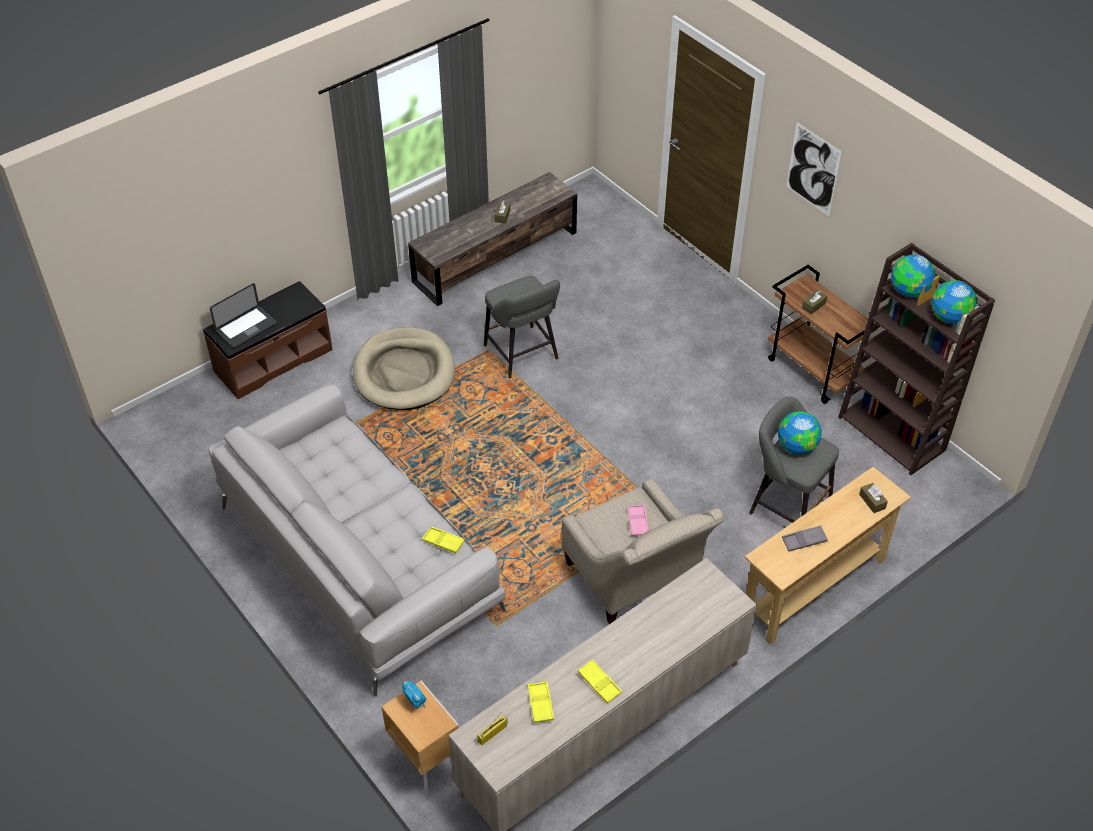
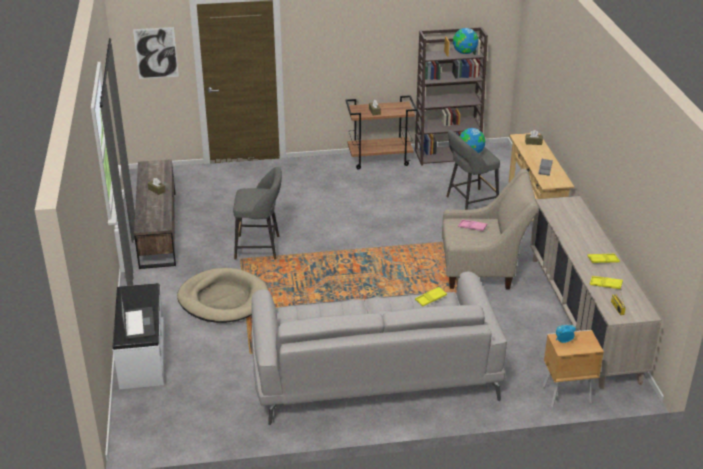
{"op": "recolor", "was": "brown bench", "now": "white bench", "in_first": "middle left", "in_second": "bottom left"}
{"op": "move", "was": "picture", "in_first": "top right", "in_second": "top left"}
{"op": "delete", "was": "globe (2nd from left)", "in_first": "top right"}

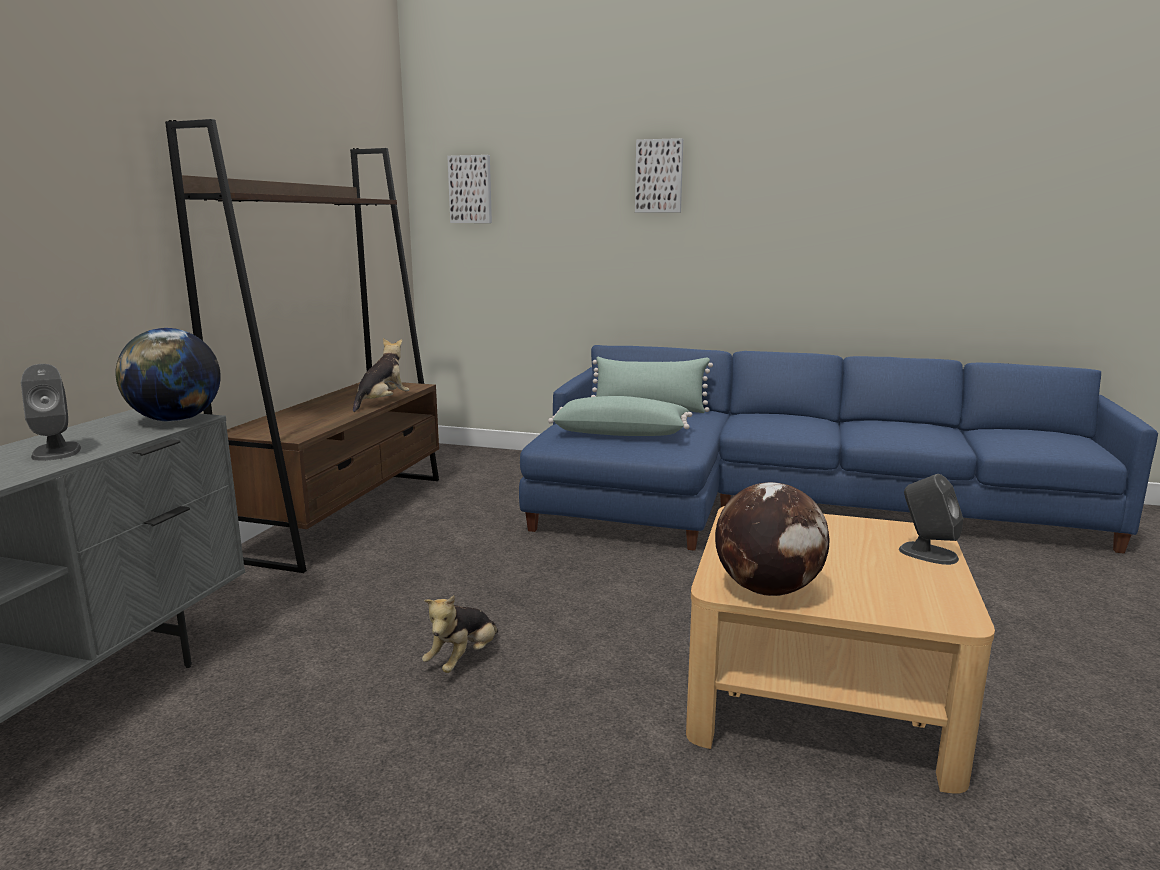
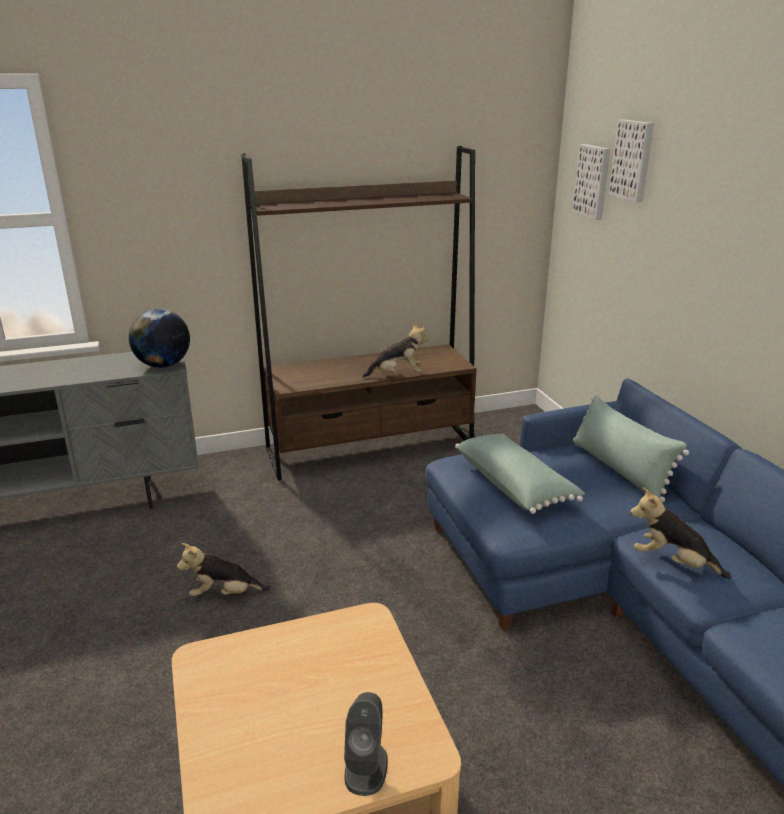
{"op": "move", "was": "picture (2nd from left)", "in_first": "top centre", "in_second": "top right"}
{"op": "insert", "now": "plush toy (3rd from left)", "in_second": "middle right"}
{"op": "delete", "was": "grey speaker (1st from left)", "in_first": "middle left"}
{"op": "delete", "was": "globe (2nd from left)", "in_first": "centre"}

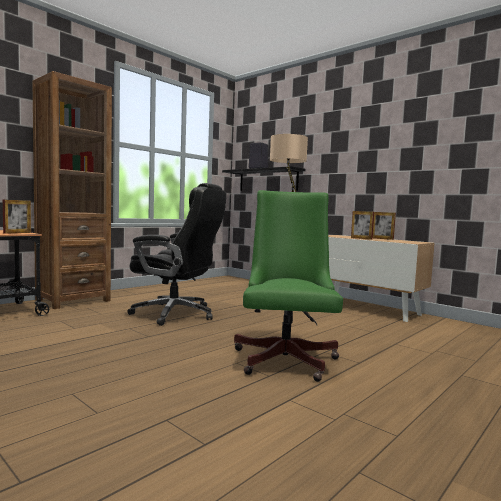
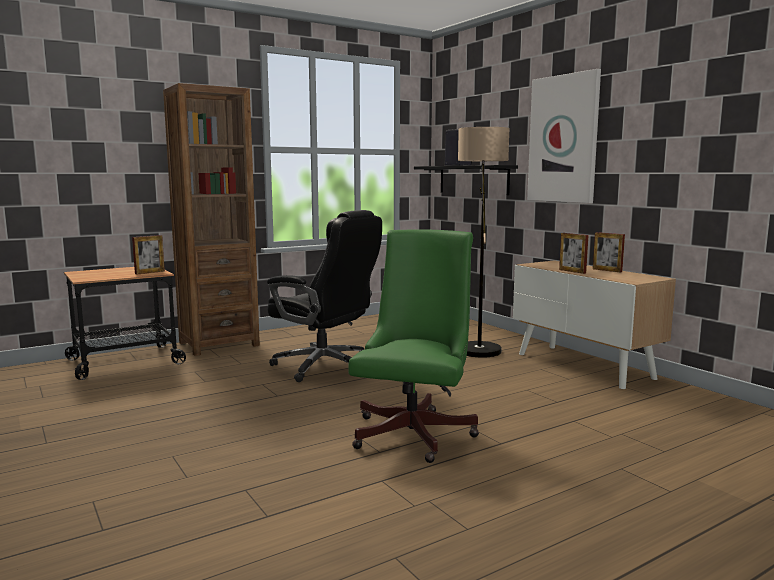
{"op": "insert", "now": "picture", "in_second": "top right"}

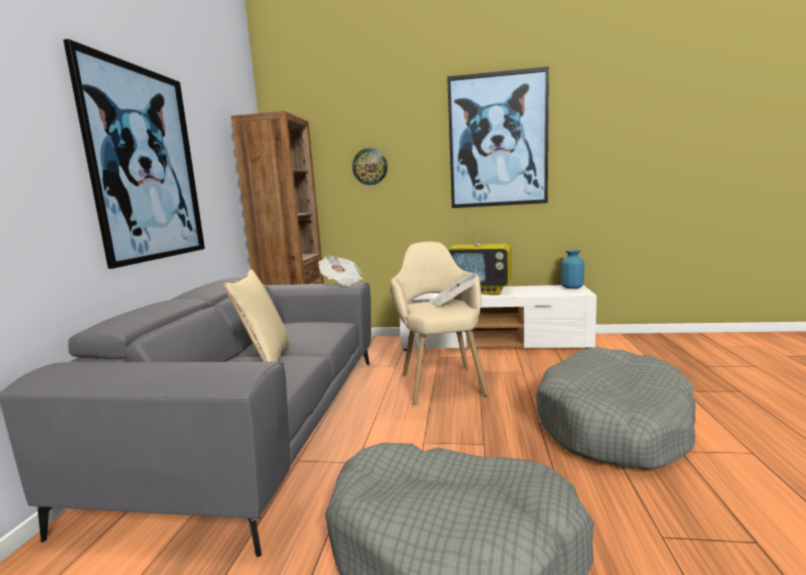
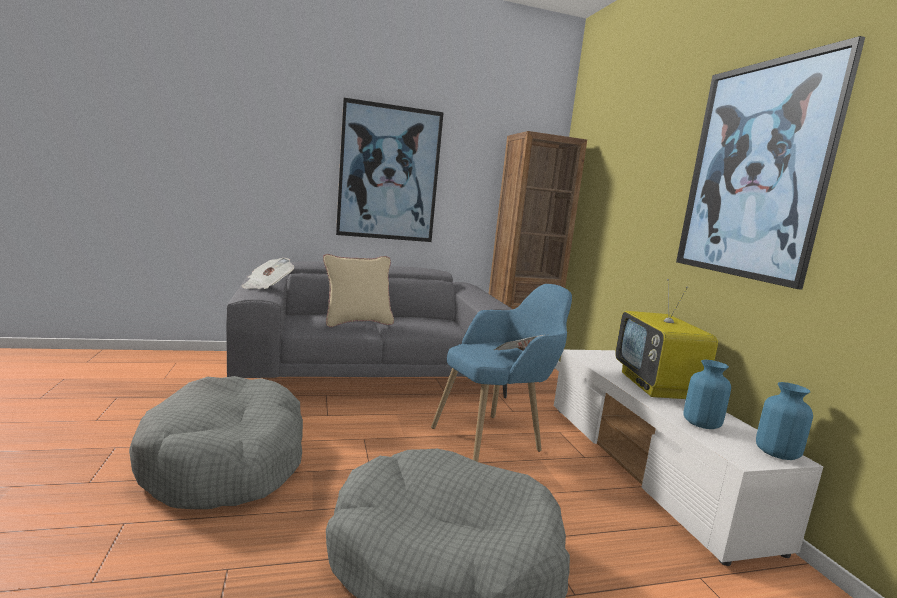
{"op": "move", "was": "newspaper (1st from left)", "in_first": "centre", "in_second": "middle left"}
{"op": "recolor", "was": "beige armchair", "now": "blue armchair", "in_first": "centre", "in_second": "centre"}
{"op": "insert", "now": "blue vase (1st from left)", "in_second": "middle right"}
{"op": "delete", "was": "wall clock", "in_first": "top centre"}

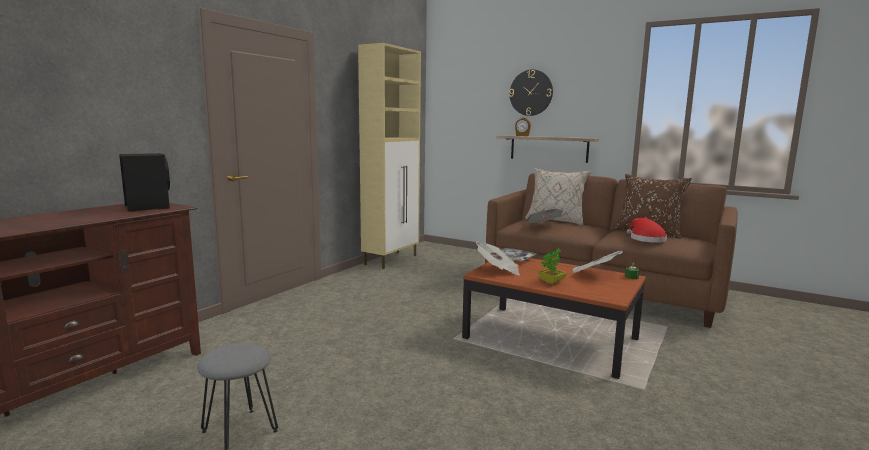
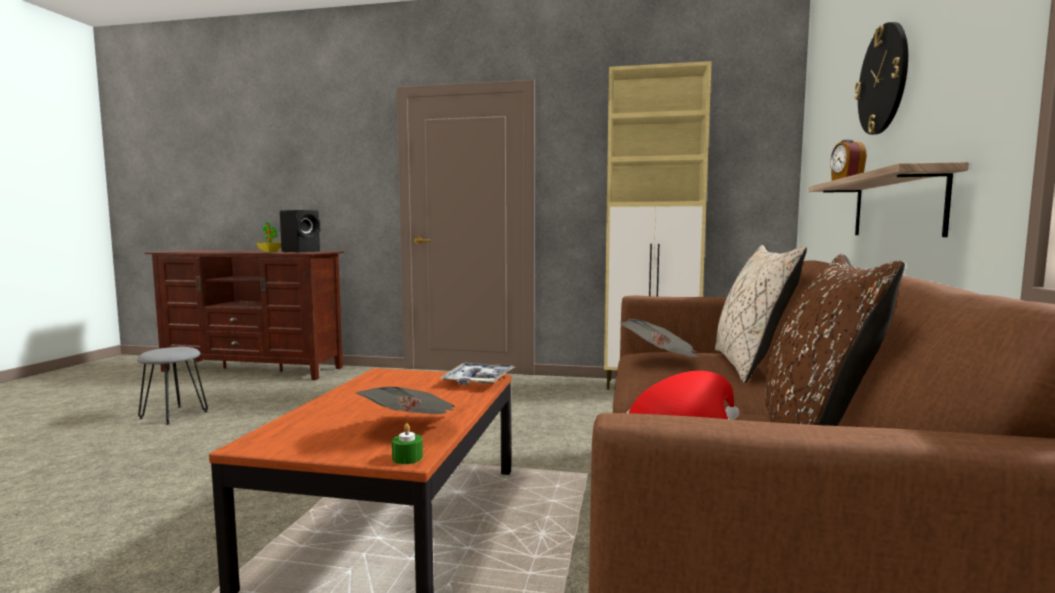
{"op": "move", "was": "potted plant", "in_first": "centre", "in_second": "middle left"}
{"op": "delete", "was": "newspaper (1st from left)", "in_first": "centre"}

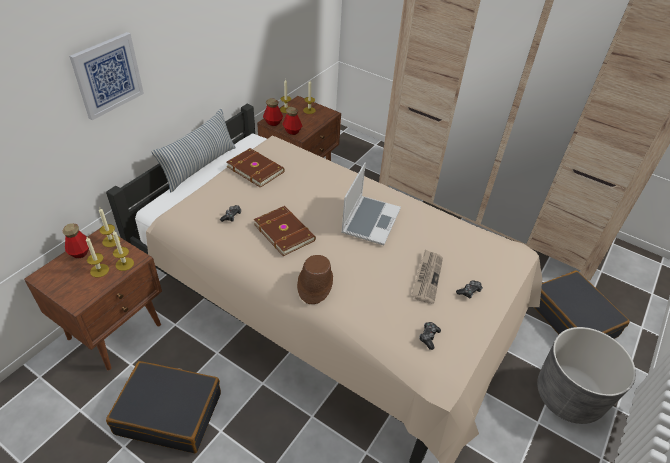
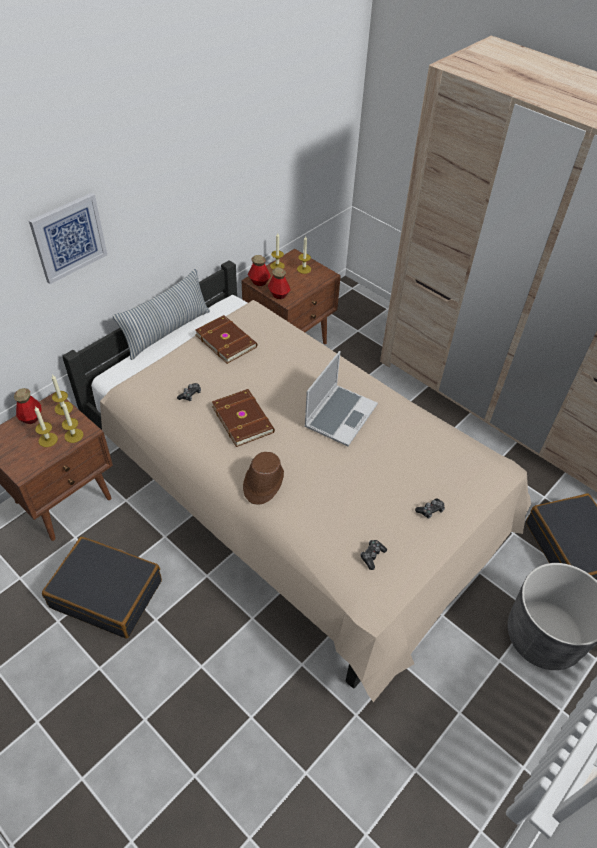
{"op": "delete", "was": "newspaper", "in_first": "centre"}

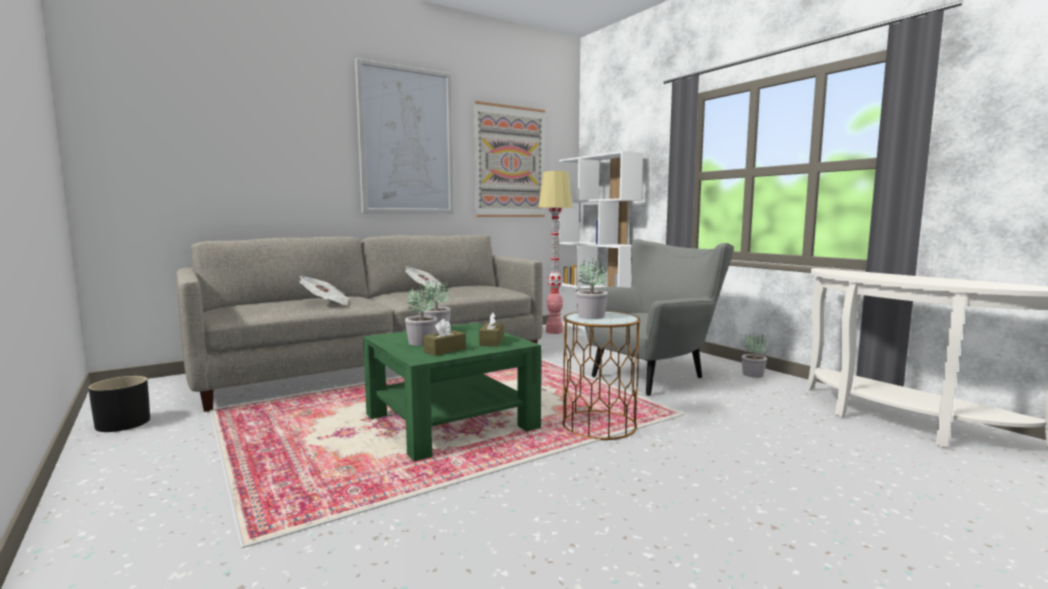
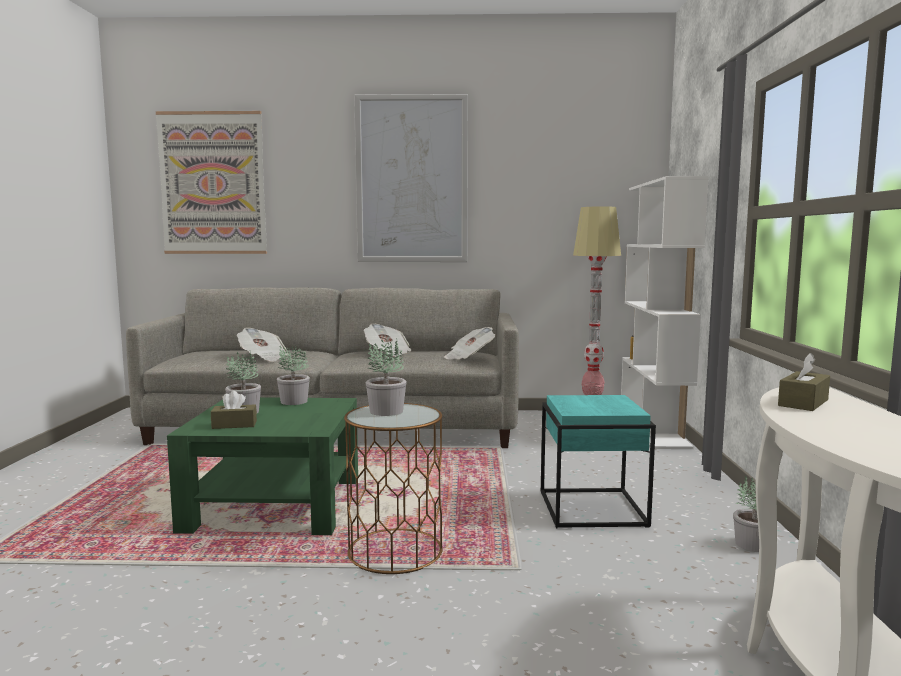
{"op": "move", "was": "picture (2nd from left in the first image)", "now": "picture (1st from left)", "in_first": "top centre", "in_second": "top left"}
{"op": "insert", "now": "newspaper (3rd from left)", "in_second": "centre"}
{"op": "replace", "was": "grey armchair", "now": "turquoise side table", "in_first": "centre", "in_second": "bottom centre"}
{"op": "move", "was": "brown tissue box (2nd from left)", "in_first": "centre", "in_second": "middle right"}
{"op": "delete", "was": "black planter", "in_first": "bottom left"}

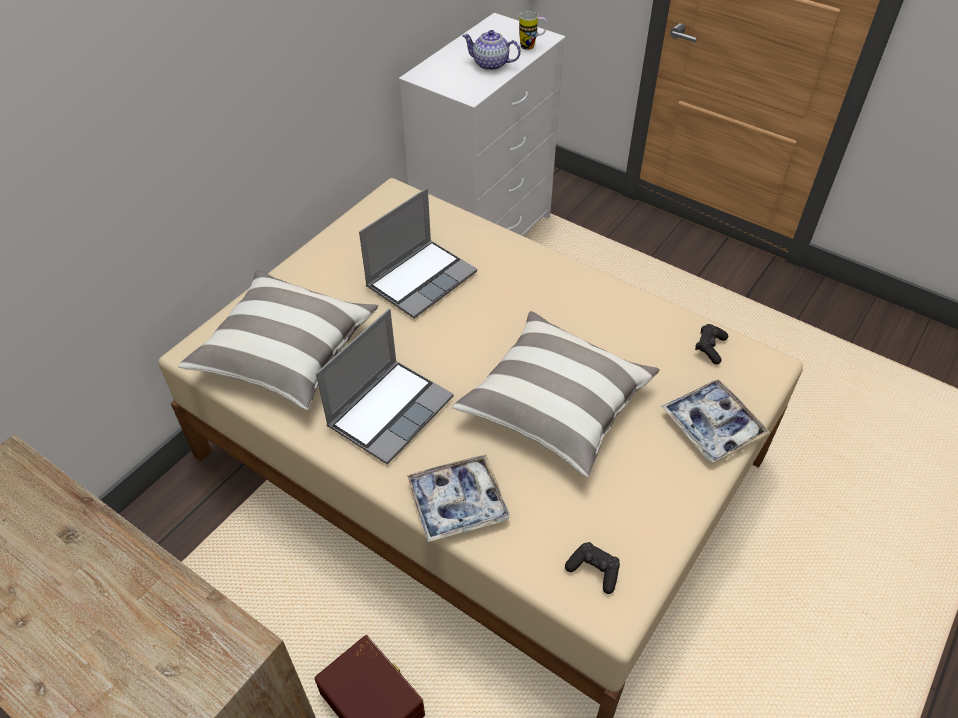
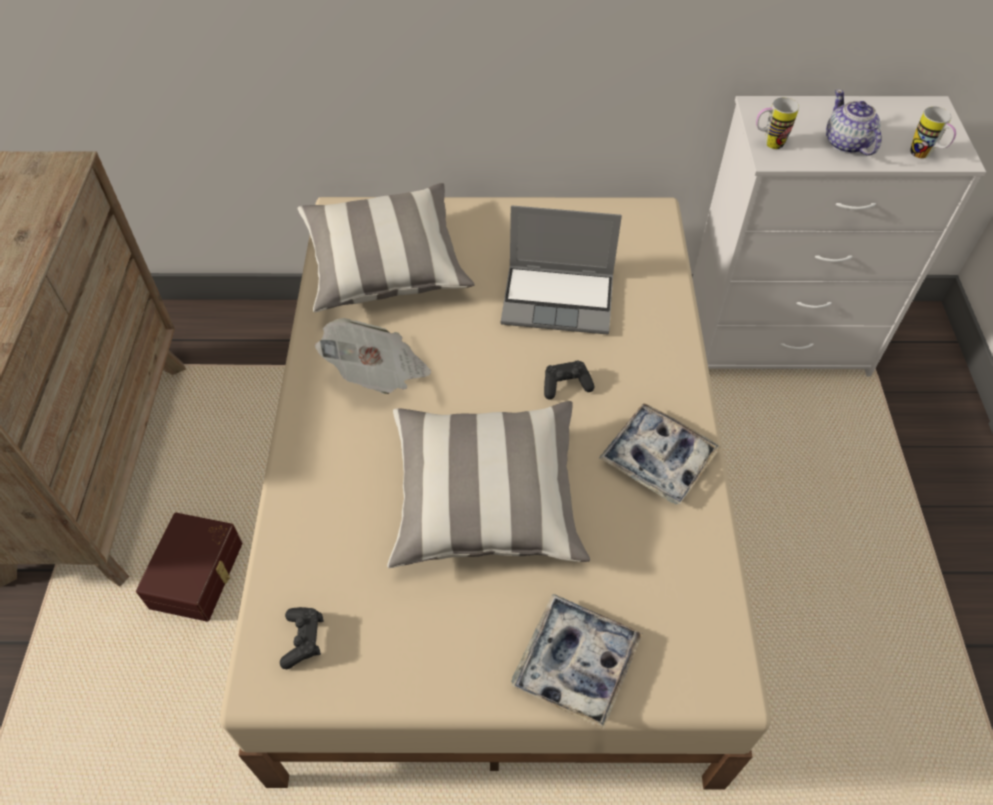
{"op": "replace", "was": "laptop (1st from left)", "now": "newspaper", "in_first": "centre", "in_second": "centre"}
{"op": "move", "was": "black game controller (2nd from left)", "in_first": "middle right", "in_second": "centre"}
{"op": "move", "was": "tray (1st from left in the first image)", "now": "tray (2nd from left)", "in_first": "bottom centre", "in_second": "centre"}
{"op": "insert", "now": "mug (1st from left)", "in_second": "top right"}

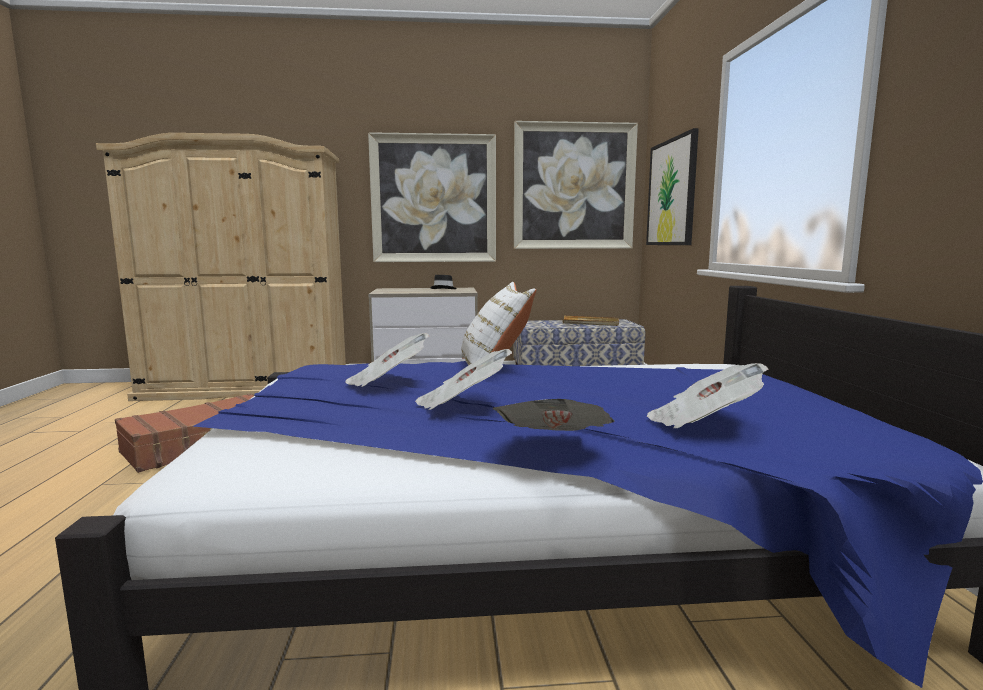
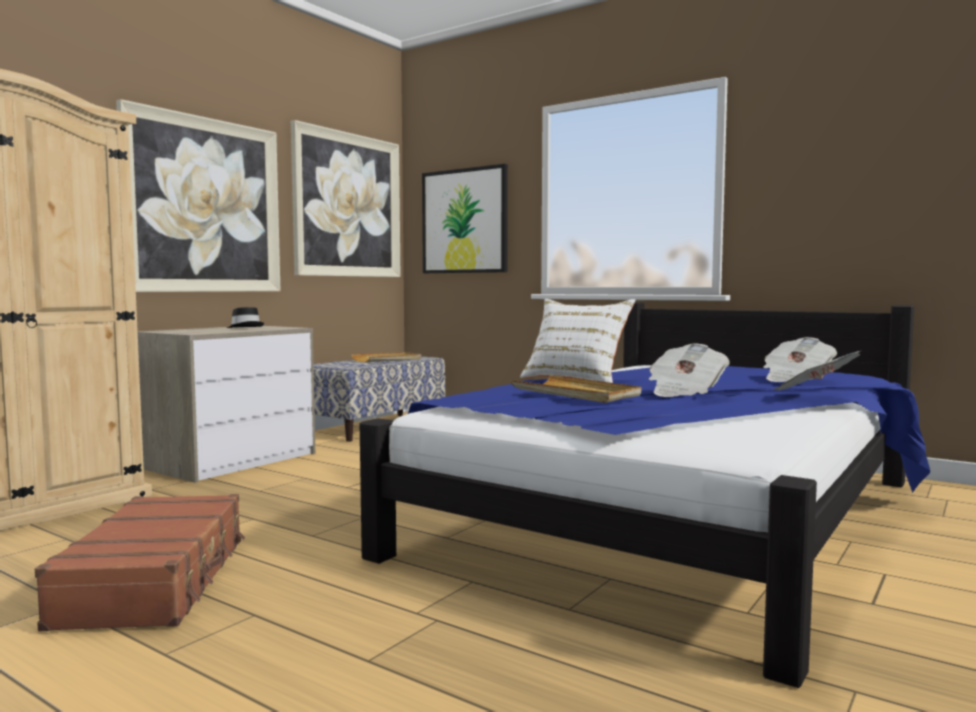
{"op": "replace", "was": "newspaper (1st from left)", "now": "beige tray (2nd from left)", "in_first": "centre", "in_second": "centre"}

